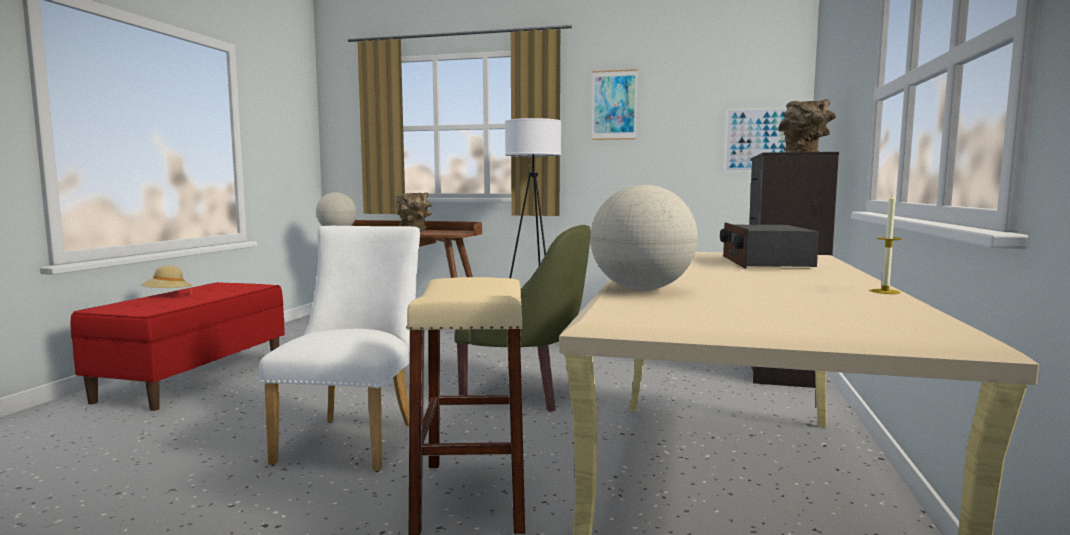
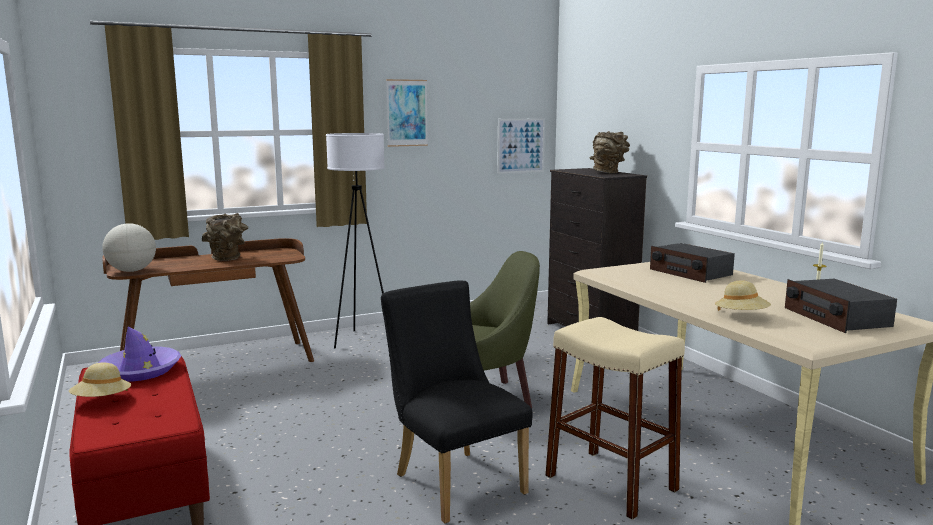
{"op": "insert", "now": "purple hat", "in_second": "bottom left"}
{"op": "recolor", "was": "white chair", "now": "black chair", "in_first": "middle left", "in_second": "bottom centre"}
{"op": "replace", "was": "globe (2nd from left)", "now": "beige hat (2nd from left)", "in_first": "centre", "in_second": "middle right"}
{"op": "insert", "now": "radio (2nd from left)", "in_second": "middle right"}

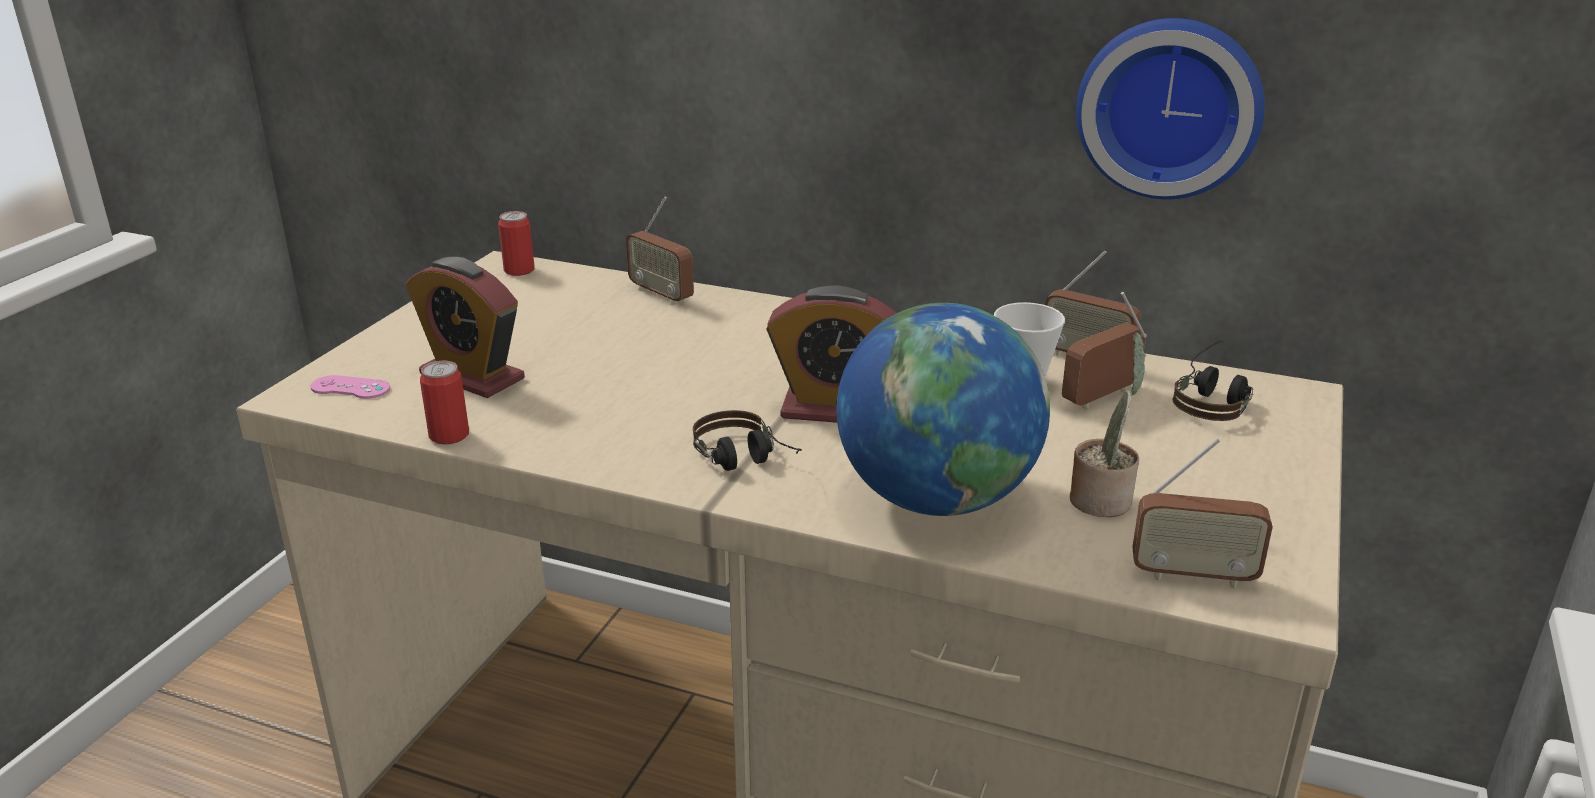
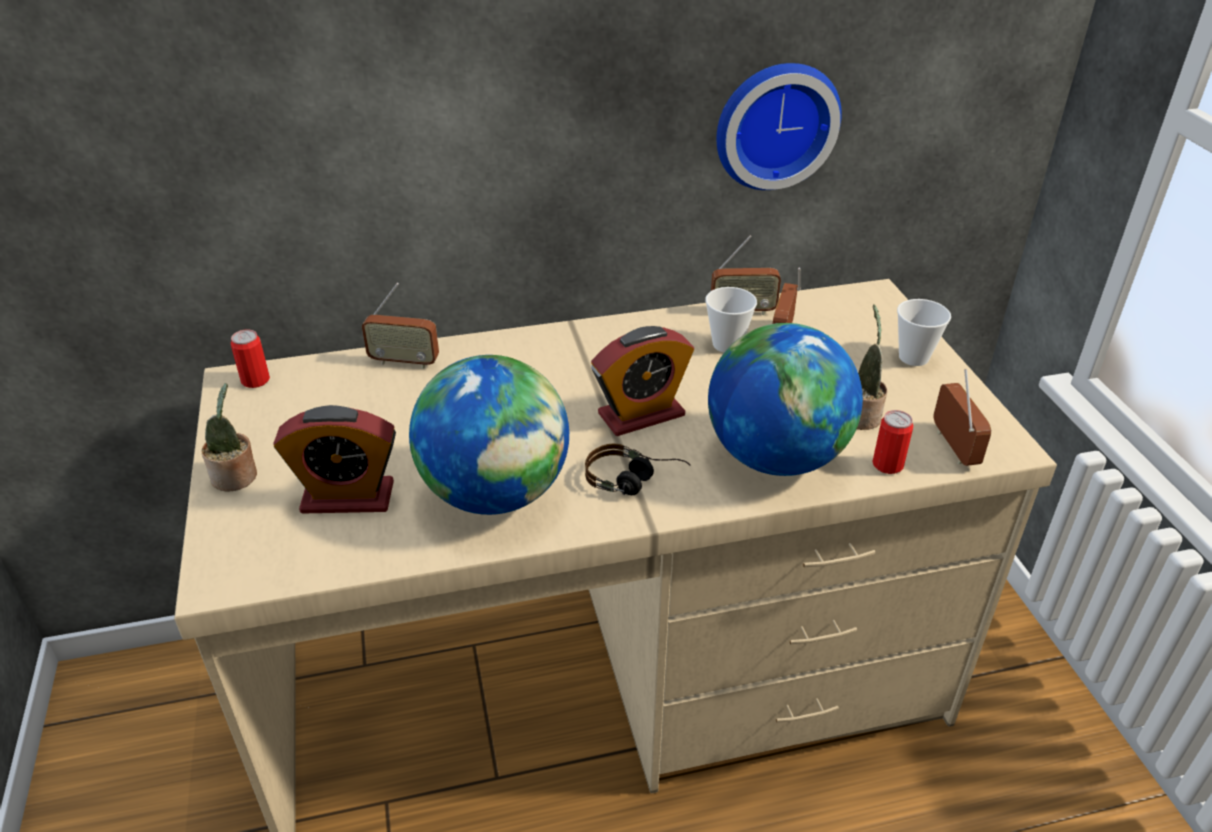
{"op": "insert", "now": "potted plant (1st from left)", "in_second": "middle left"}
{"op": "insert", "now": "globe (1st from left)", "in_second": "centre"}
{"op": "move", "was": "can (1st from left in the first image)", "now": "can (2nd from left)", "in_first": "middle left", "in_second": "middle right"}
{"op": "insert", "now": "cup (2nd from left)", "in_second": "middle right"}
{"op": "rotate", "was": "radio (4th from left)", "in_first": "middle right", "in_second": "middle right", "clockwise": -75}
{"op": "delete", "was": "pink game controller", "in_first": "middle left"}
{"op": "delete", "was": "headphones (2nd from left)", "in_first": "middle right"}

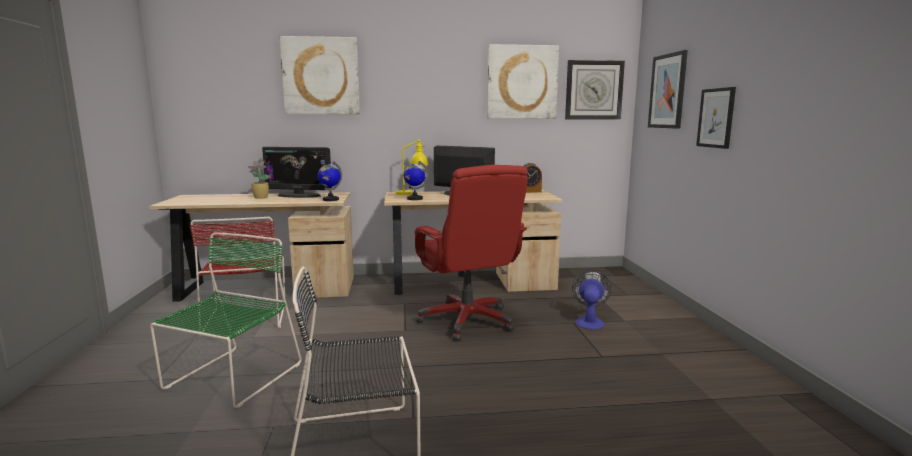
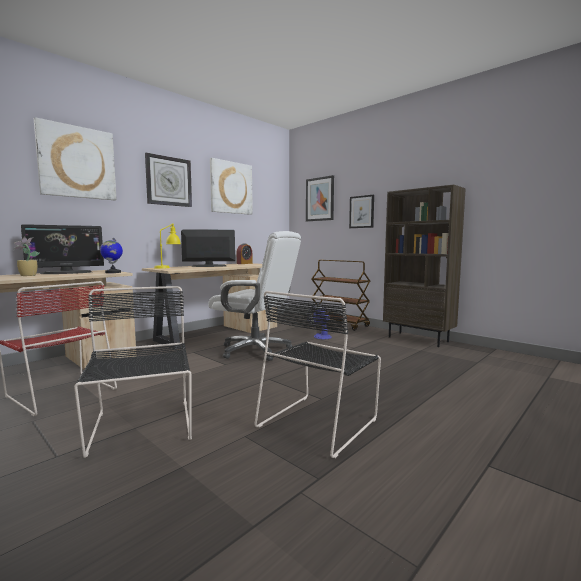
{"op": "recolor", "was": "green chair", "now": "black chair (1st from left)", "in_first": "bottom left", "in_second": "middle left"}
{"op": "move", "was": "wall clock", "in_first": "top centre", "in_second": "top left"}
{"op": "recolor", "was": "red office chair", "now": "white office chair", "in_first": "centre", "in_second": "centre"}
{"op": "insert", "now": "brown cart", "in_second": "centre"}
{"op": "insert", "now": "brown bookcase", "in_second": "middle right"}
{"op": "delete", "was": "globe (2nd from left)", "in_first": "centre"}

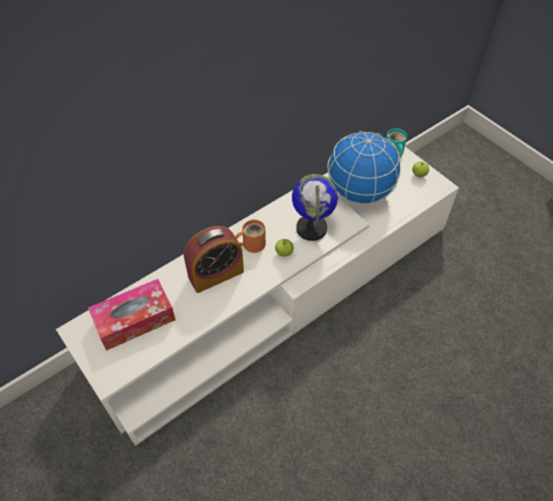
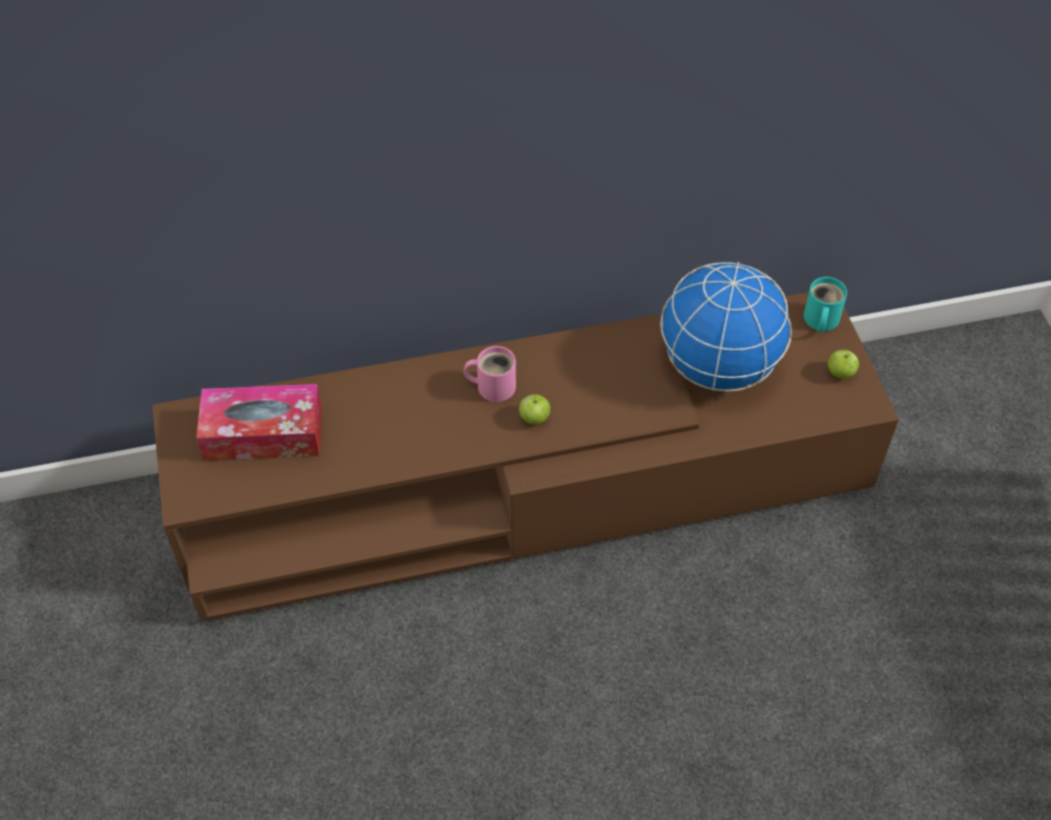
{"op": "recolor", "was": "white tv stand", "now": "brown tv stand", "in_first": "centre", "in_second": "centre"}
{"op": "recolor", "was": "orange mug", "now": "pink mug", "in_first": "centre", "in_second": "centre"}
{"op": "delete", "was": "alarm clock", "in_first": "centre"}
{"op": "delete", "was": "globe (1st from left)", "in_first": "centre"}

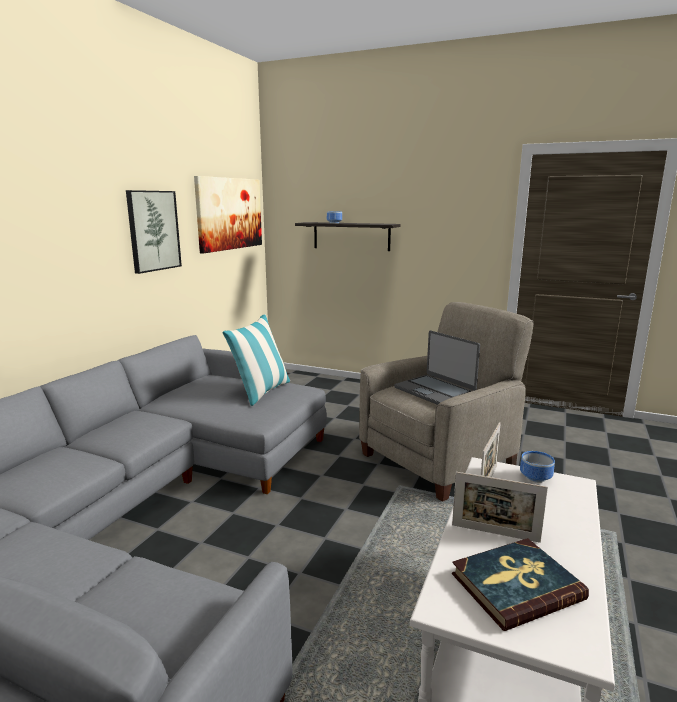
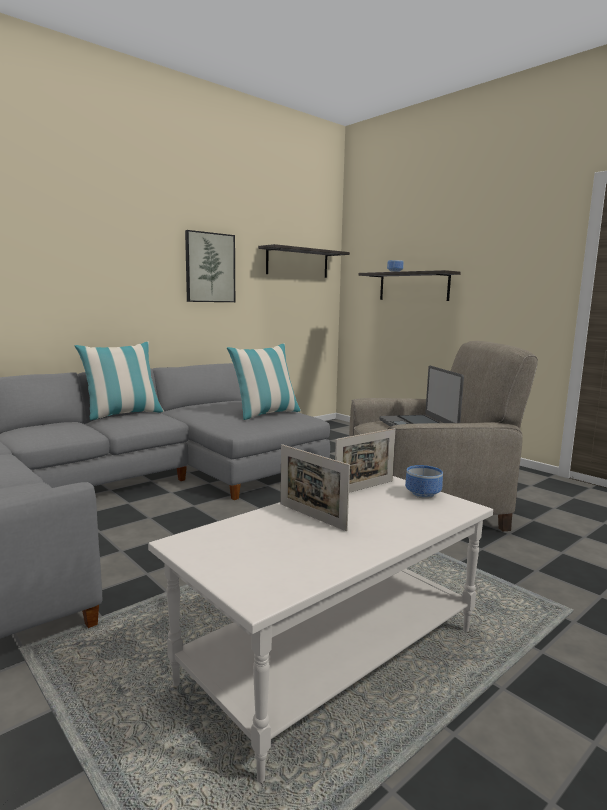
{"op": "insert", "now": "pillow (1st from left)", "in_second": "middle left"}
{"op": "replace", "was": "picture (2nd from left)", "now": "shelf (1st from left)", "in_first": "top centre", "in_second": "top centre"}
{"op": "delete", "was": "book", "in_first": "bottom right"}

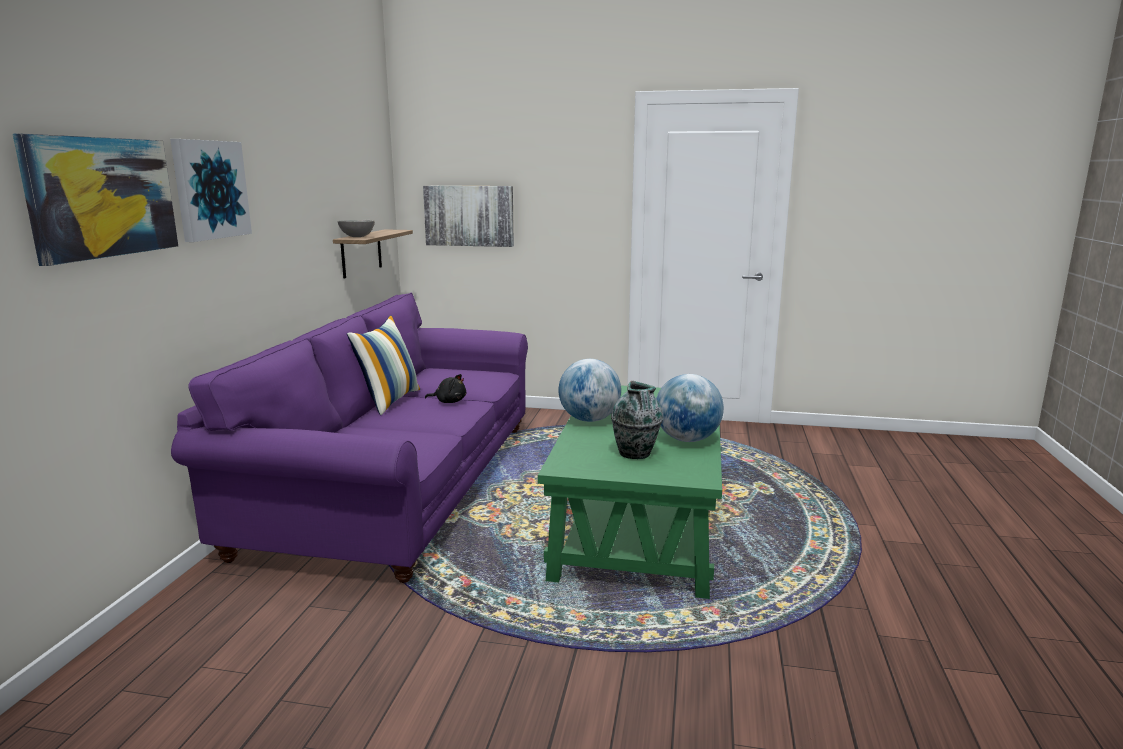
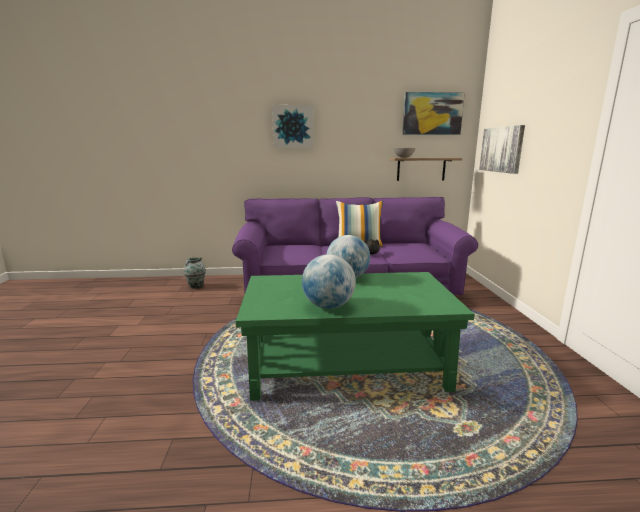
{"op": "move", "was": "vase", "in_first": "centre", "in_second": "middle left"}
{"op": "move", "was": "picture (1st from left in the first image)", "now": "picture (2nd from left)", "in_first": "top left", "in_second": "top right"}

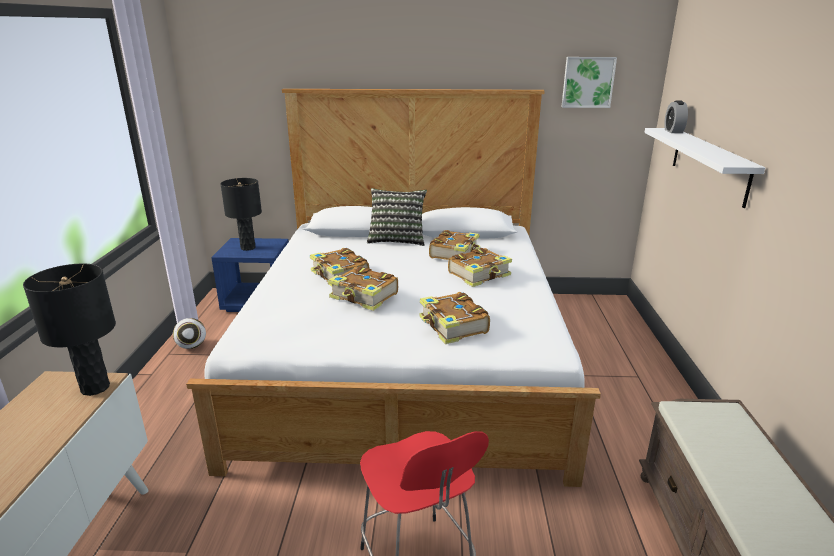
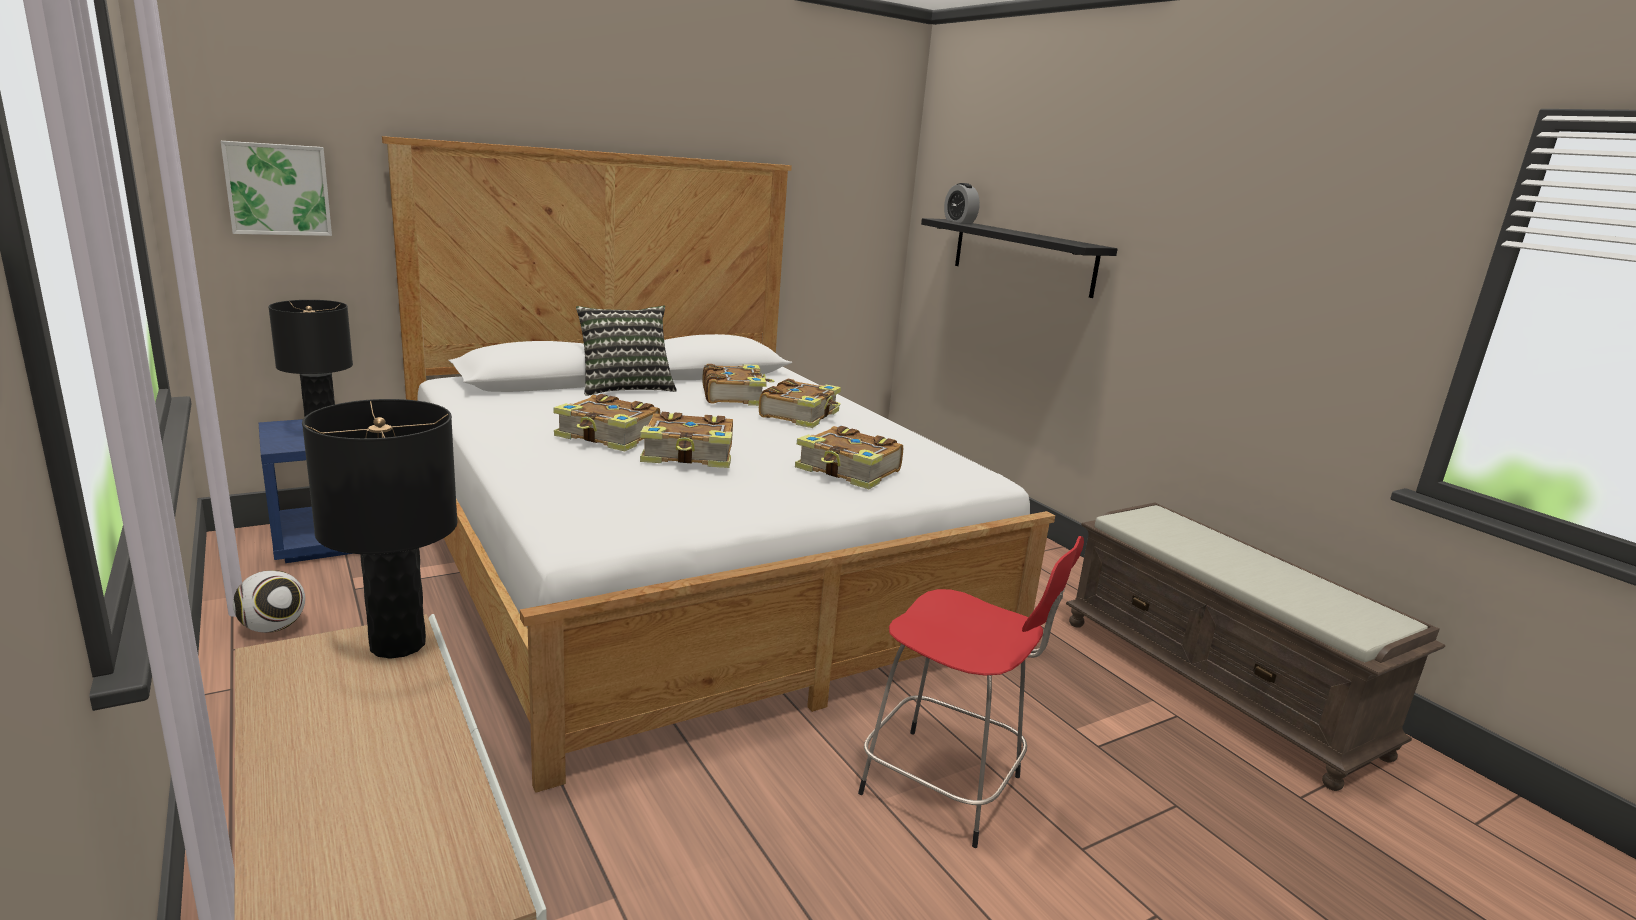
{"op": "move", "was": "picture", "in_first": "top right", "in_second": "top left"}
{"op": "recolor", "was": "white shelf", "now": "black shelf", "in_first": "top right", "in_second": "top centre"}

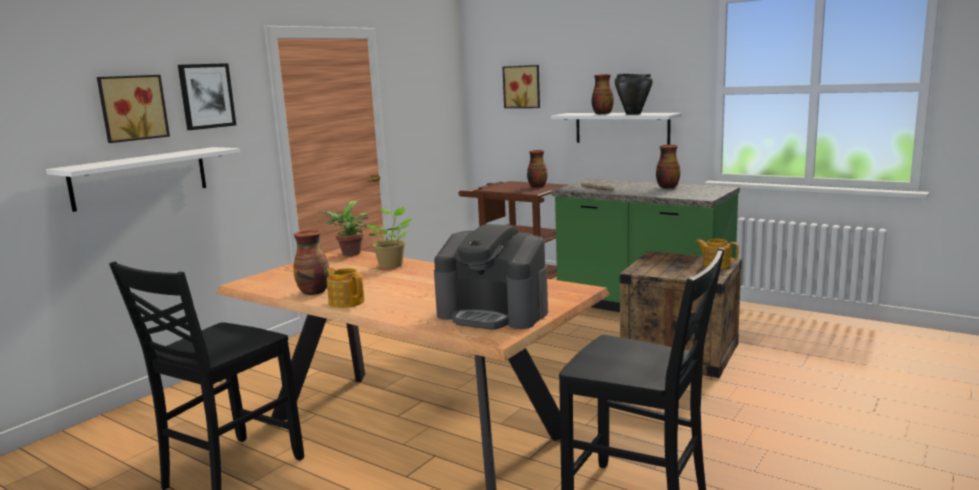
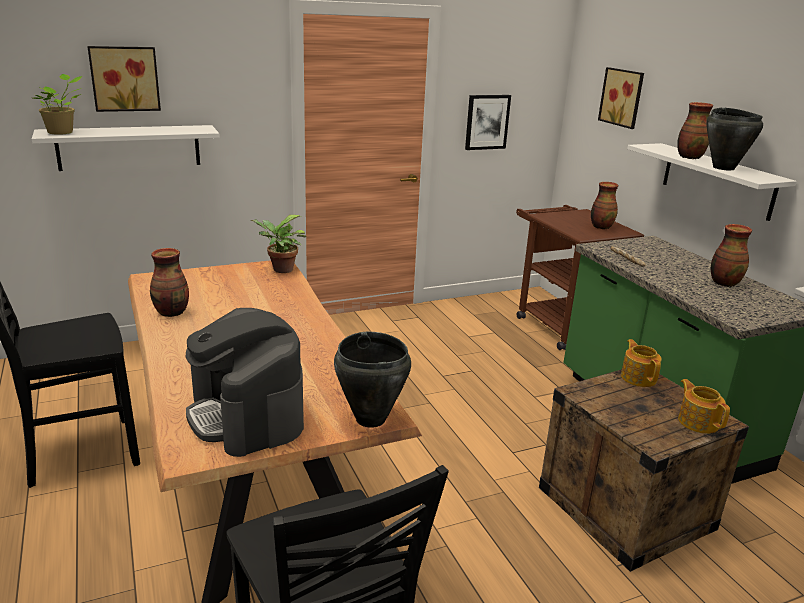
{"op": "move", "was": "potted plant (2nd from left in the first image)", "now": "potted plant (1st from left)", "in_first": "centre", "in_second": "top left"}
{"op": "insert", "now": "black cooking pot (1st from left)", "in_second": "centre"}
{"op": "move", "was": "picture (2nd from left)", "in_first": "top left", "in_second": "top centre"}
{"op": "move", "was": "teapot (1st from left)", "in_first": "centre", "in_second": "middle right"}

